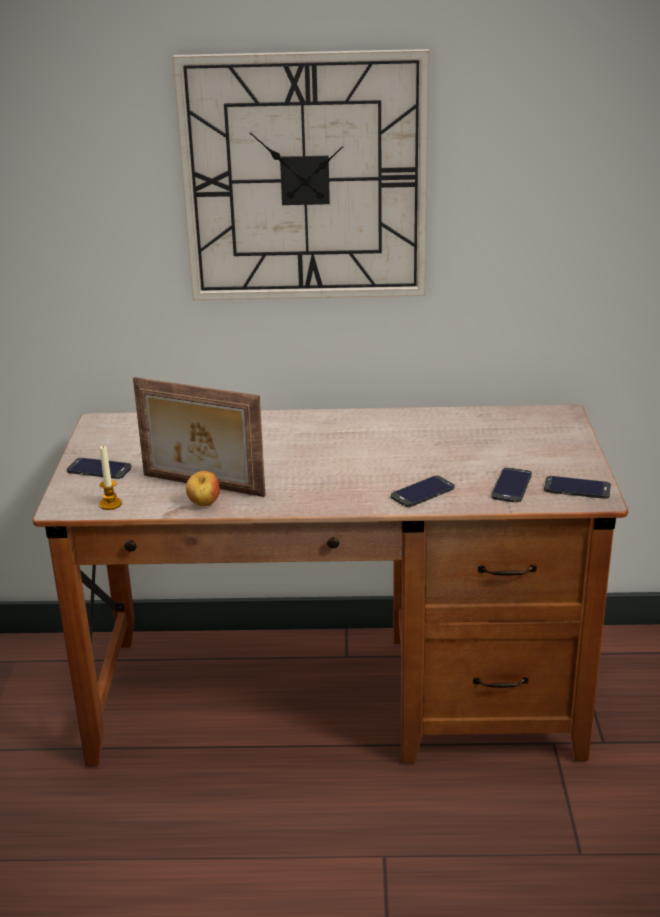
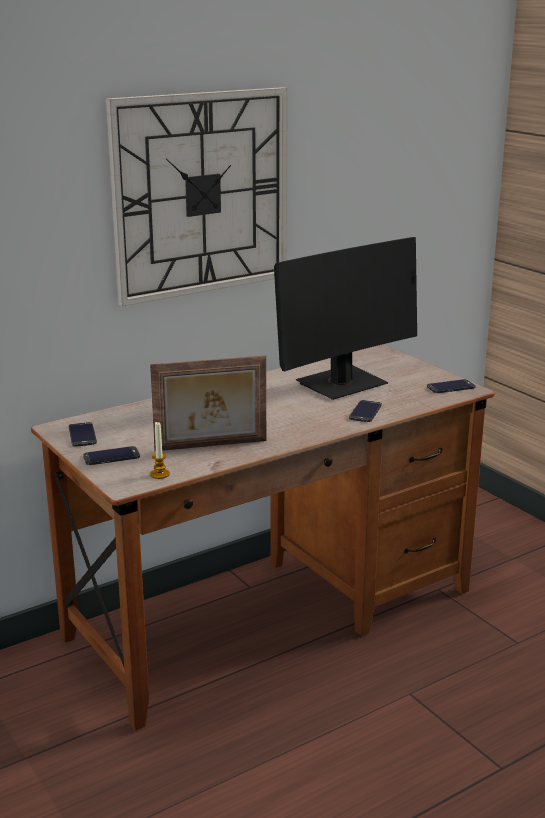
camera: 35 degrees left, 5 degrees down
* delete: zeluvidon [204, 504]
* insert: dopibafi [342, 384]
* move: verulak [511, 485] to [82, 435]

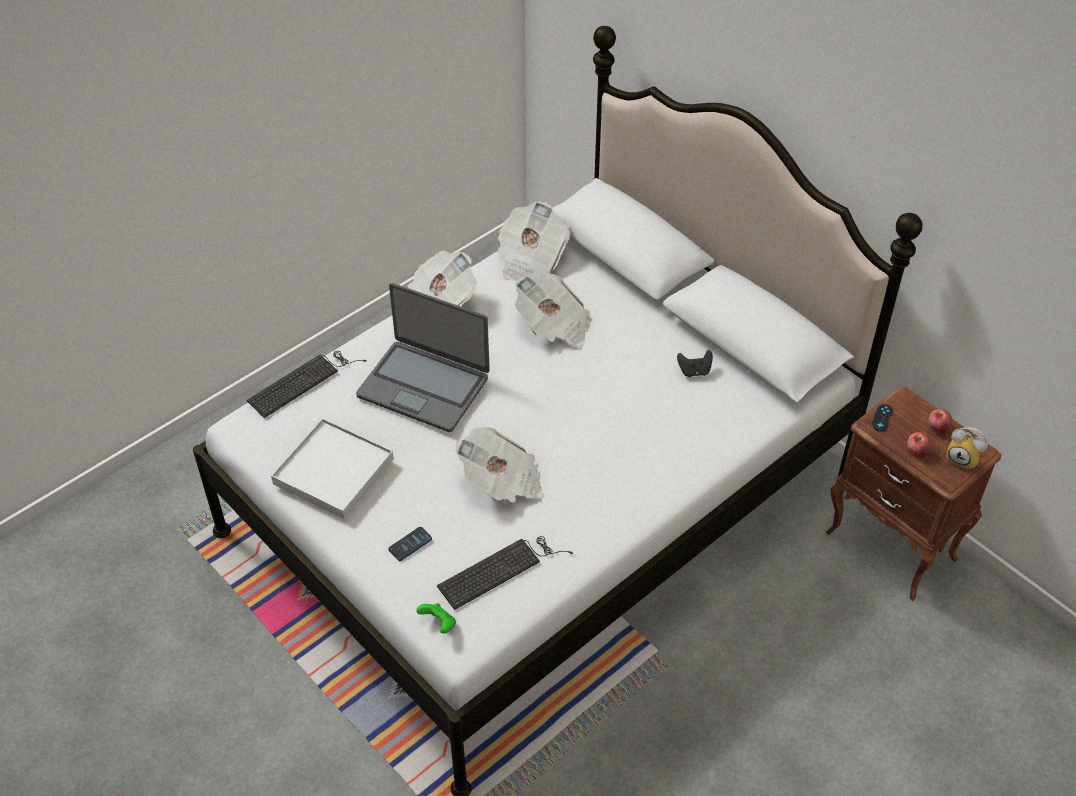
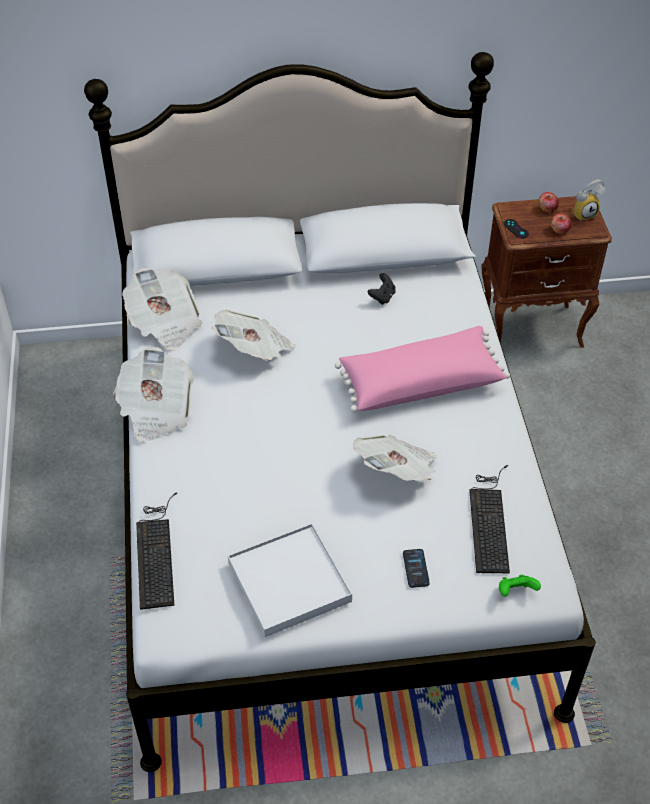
camera: 55 degrees left, 0 degrees up
* delete: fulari [424, 386]
* insert: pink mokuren [420, 382]

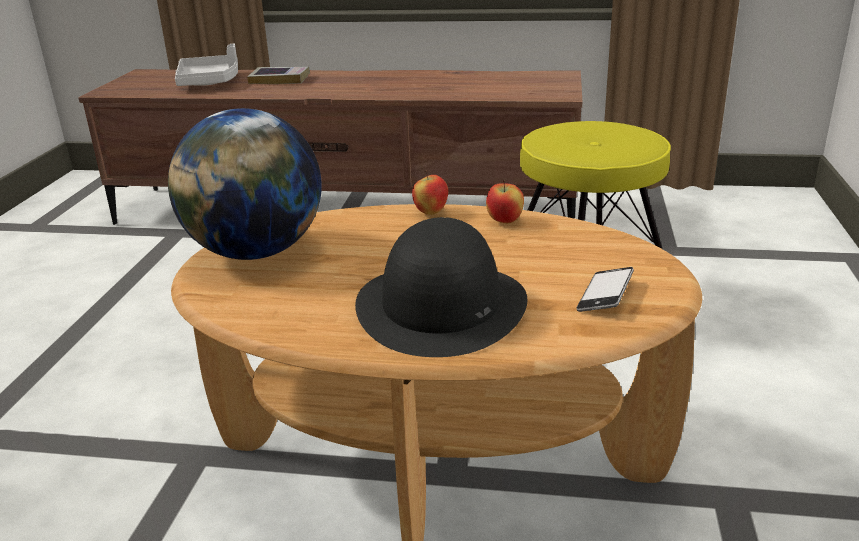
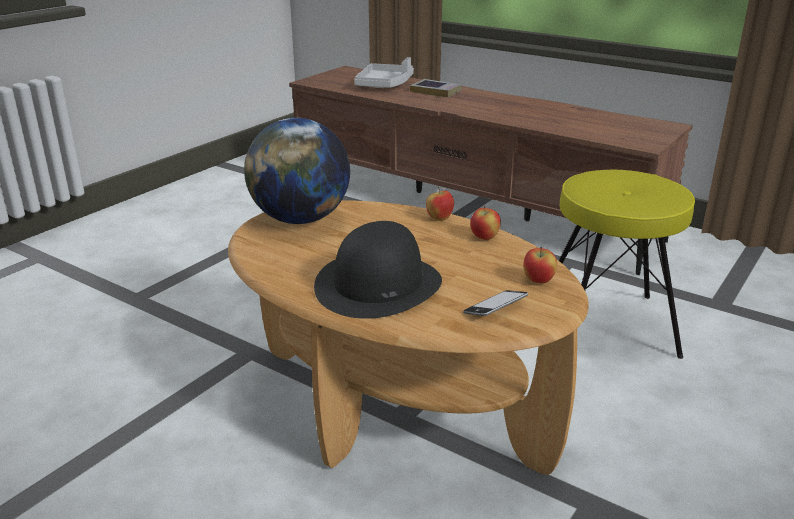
camera: 25 degrees right, 0 degrees up
* insert: zeluvidon [538, 281]

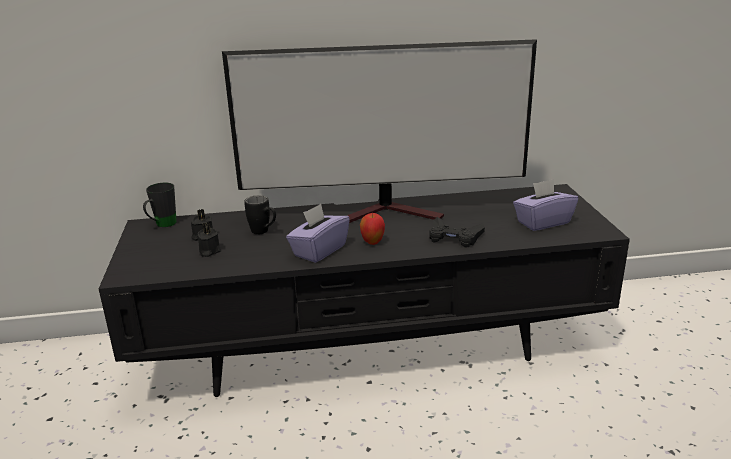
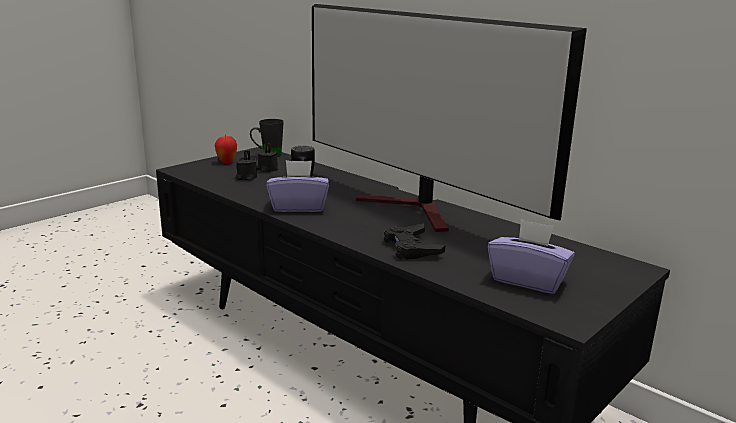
camera: 50 degrees right, 5 degrees down
* move: zeluvidon [372, 242] to [226, 162]

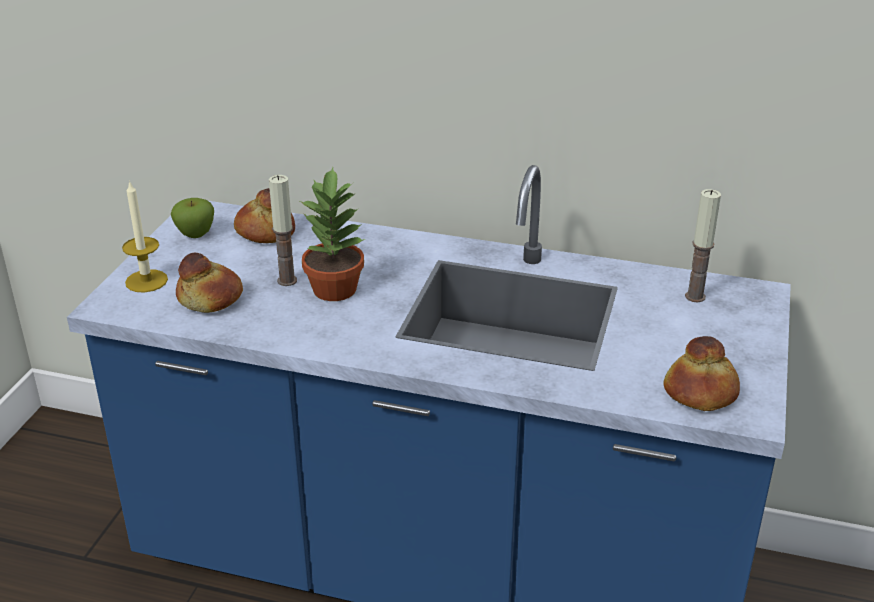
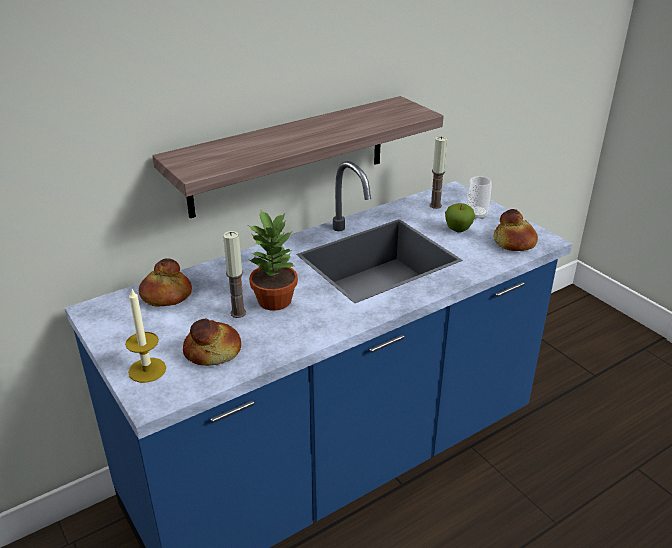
camera: 50 degrees left, 0 degrees up
* insert: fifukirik [289, 156]
* insert: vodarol [476, 215]
* move: zeluvidon [195, 234] to [458, 230]

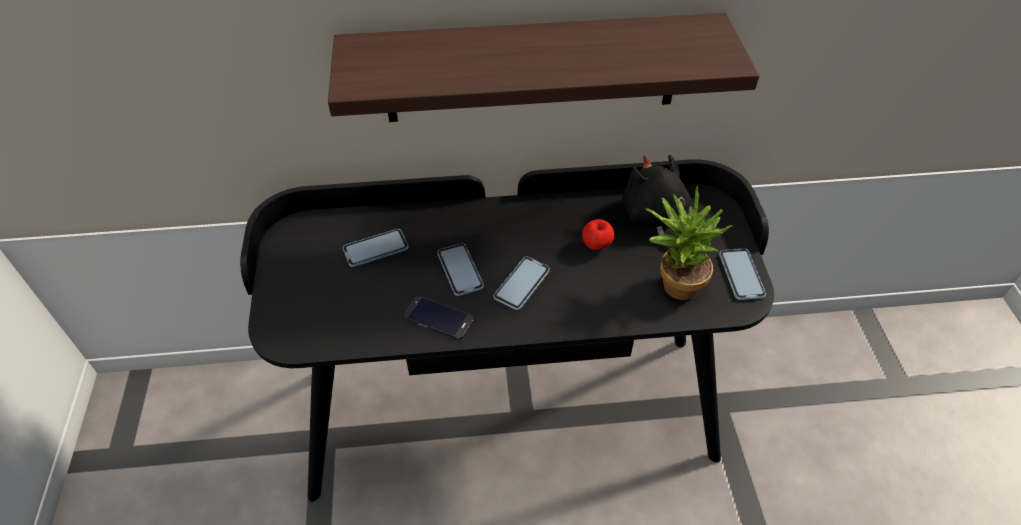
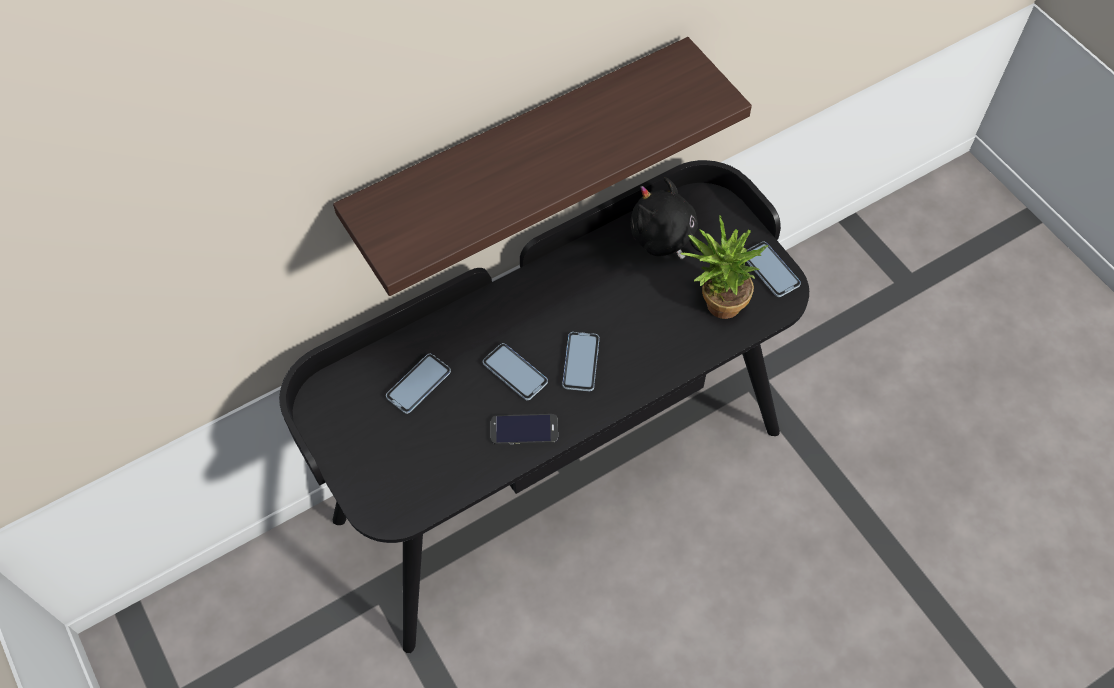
camera: 25 degrees left, 10 degrees up
* delete: zeluvidon [596, 245]

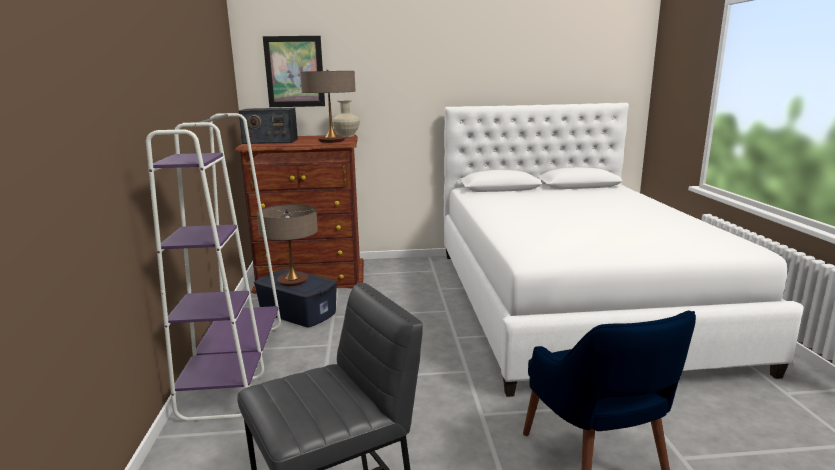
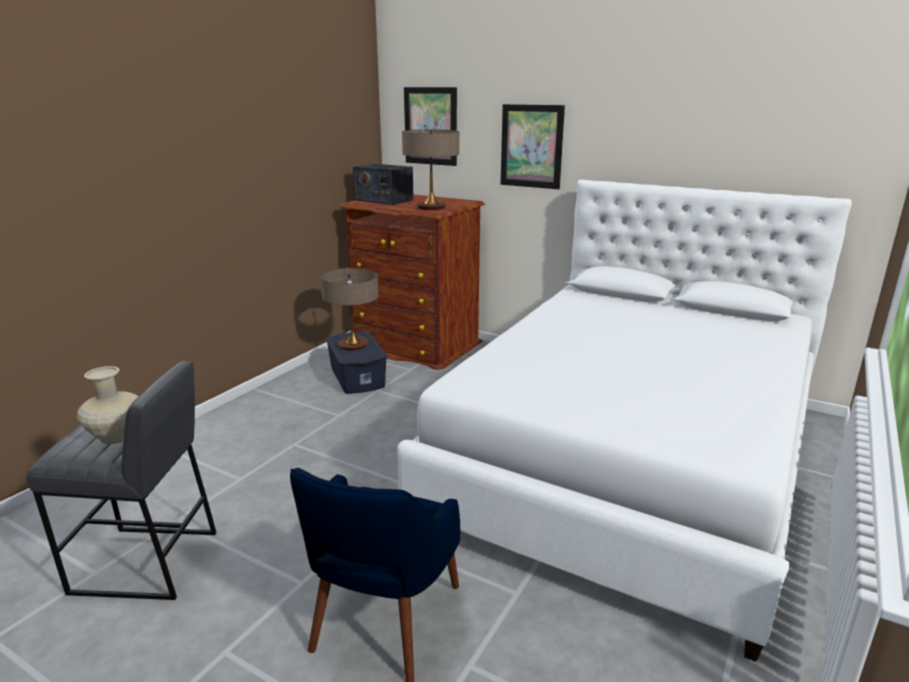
camera: 35 degrees right, 5 degrees up
* delete: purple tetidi [236, 368]
* insert: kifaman [531, 146]
* move: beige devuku [346, 136] to [116, 436]

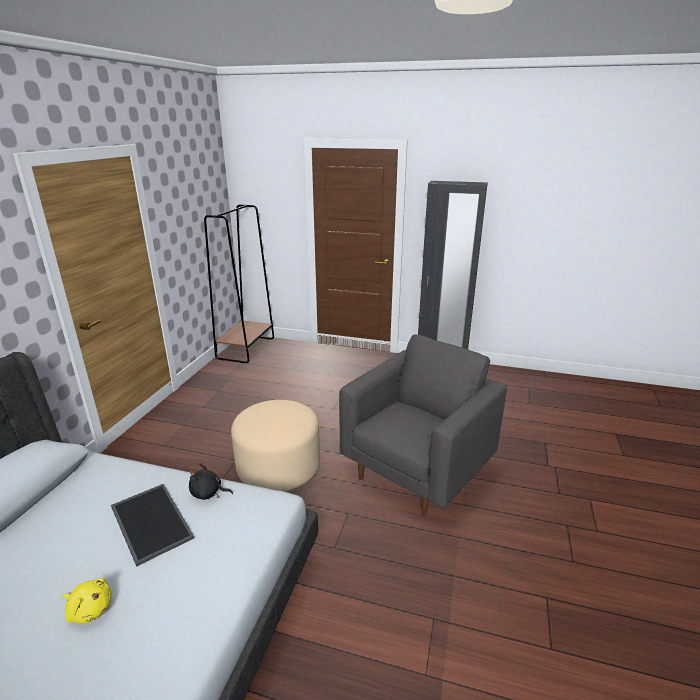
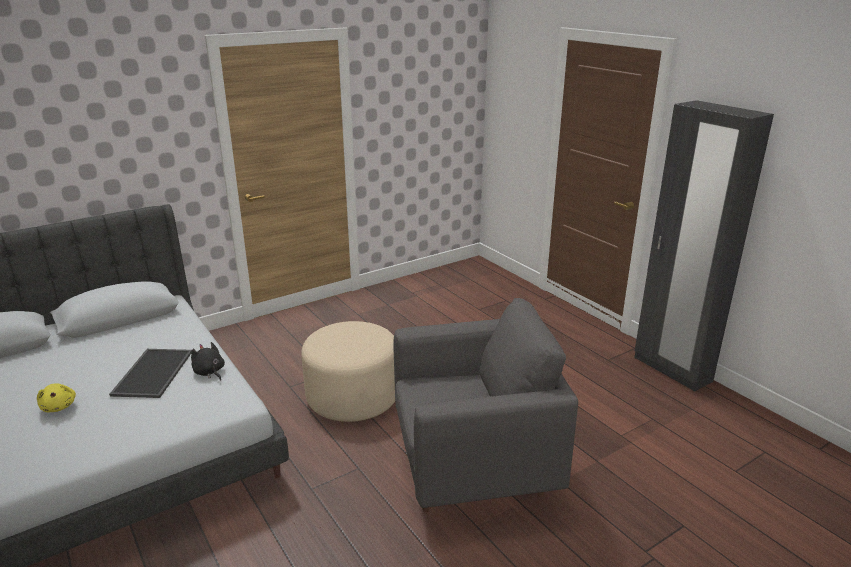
camera: 40 degrees right, 0 degrees up
* delete: tetidi [246, 349]

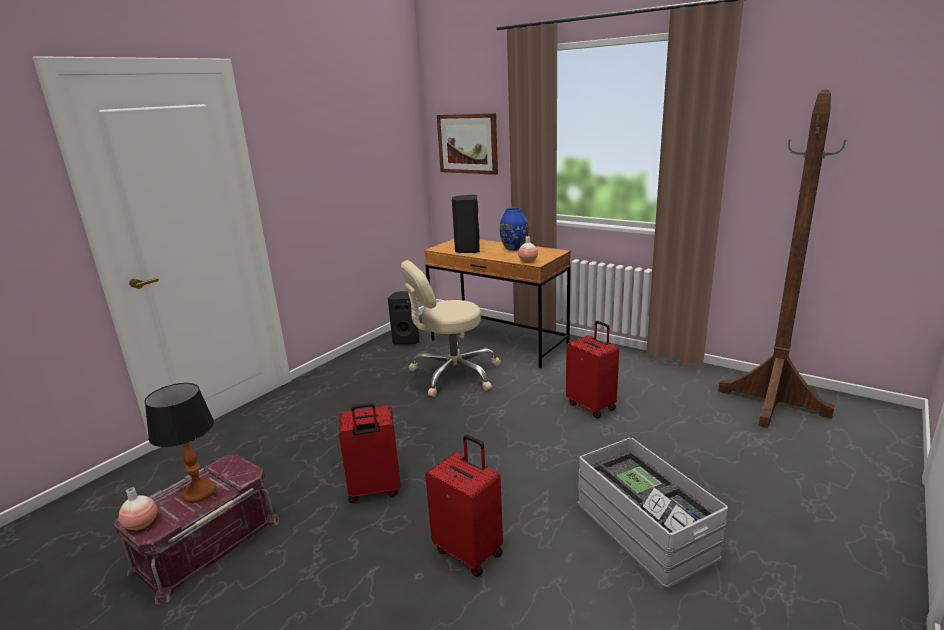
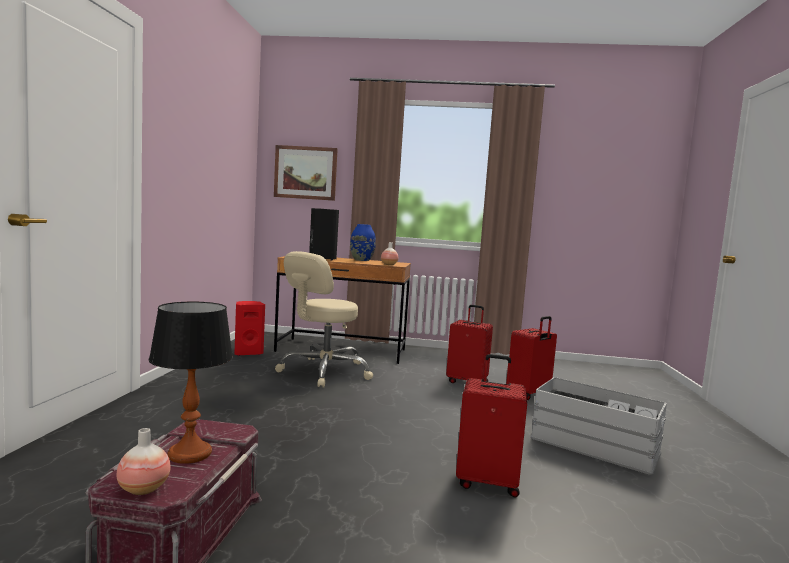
camera: 30 degrees left, 15 degrees down
* delete: brown tetidi [773, 402]
* move: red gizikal [374, 490] to [529, 394]
* recolor: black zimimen [407, 340] to red zimimen [248, 353]

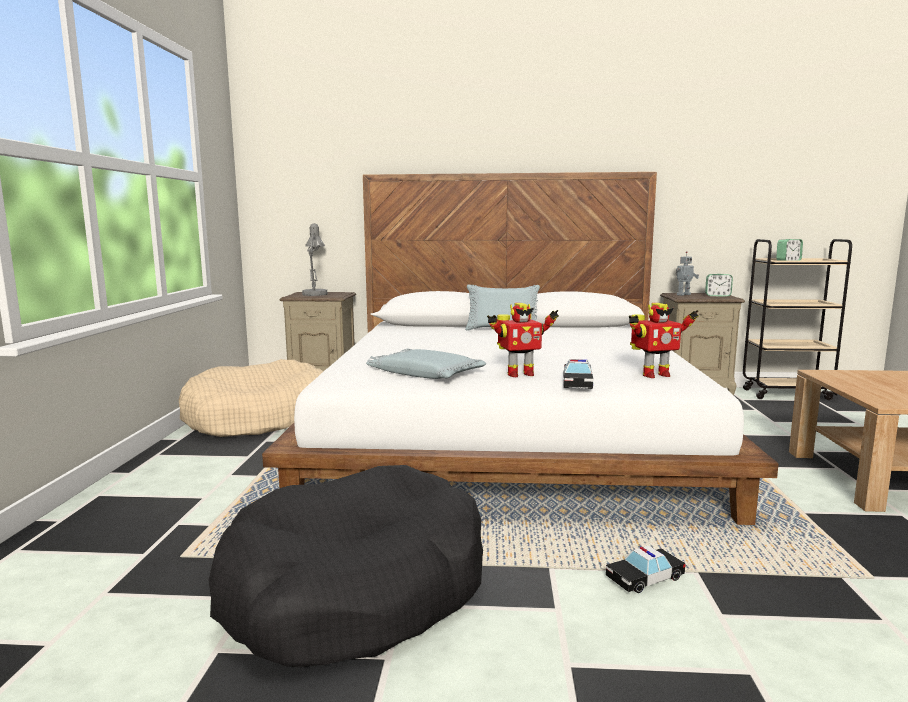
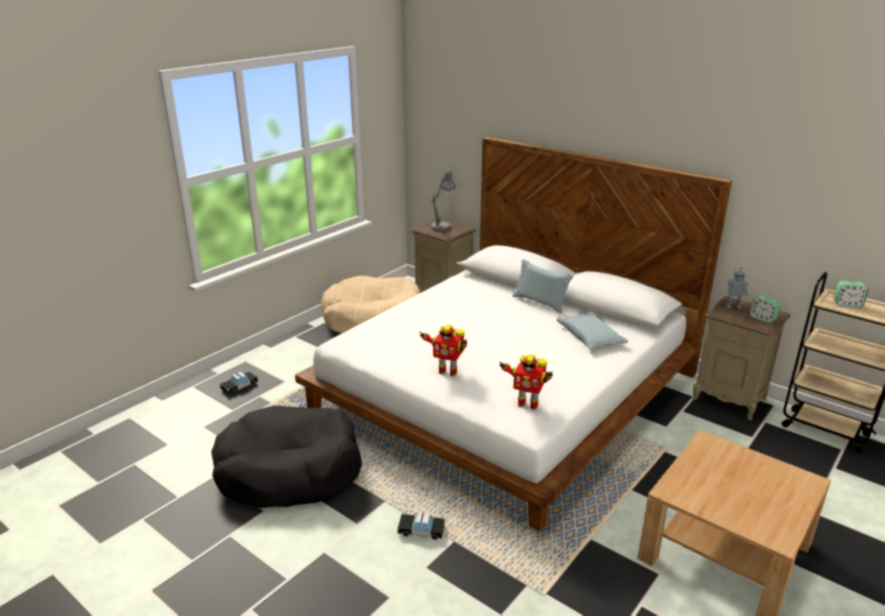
camera: 35 degrees right, 15 degrees up
* move: blue mokuren [426, 372] to [590, 335]
* move: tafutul [577, 383] to [239, 386]

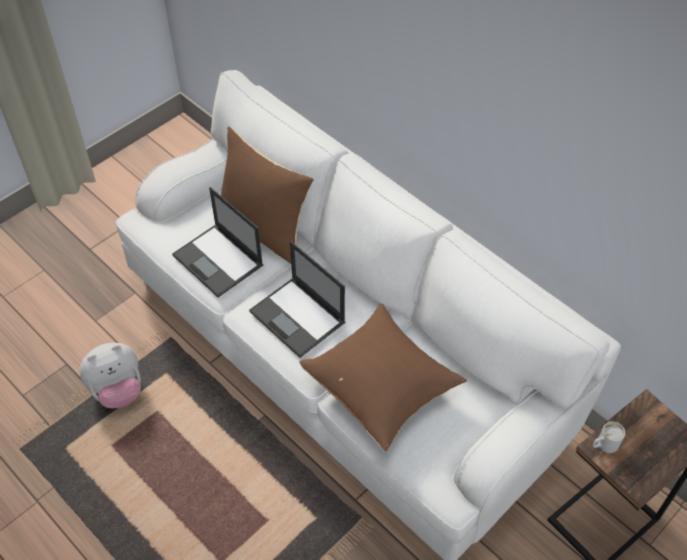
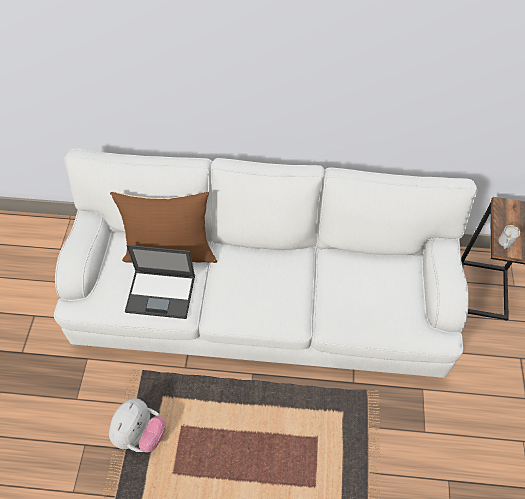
camera: 40 degrees left, 5 degrees up
* delete: fulari [298, 317]
* delete: brown mokuren [382, 387]

